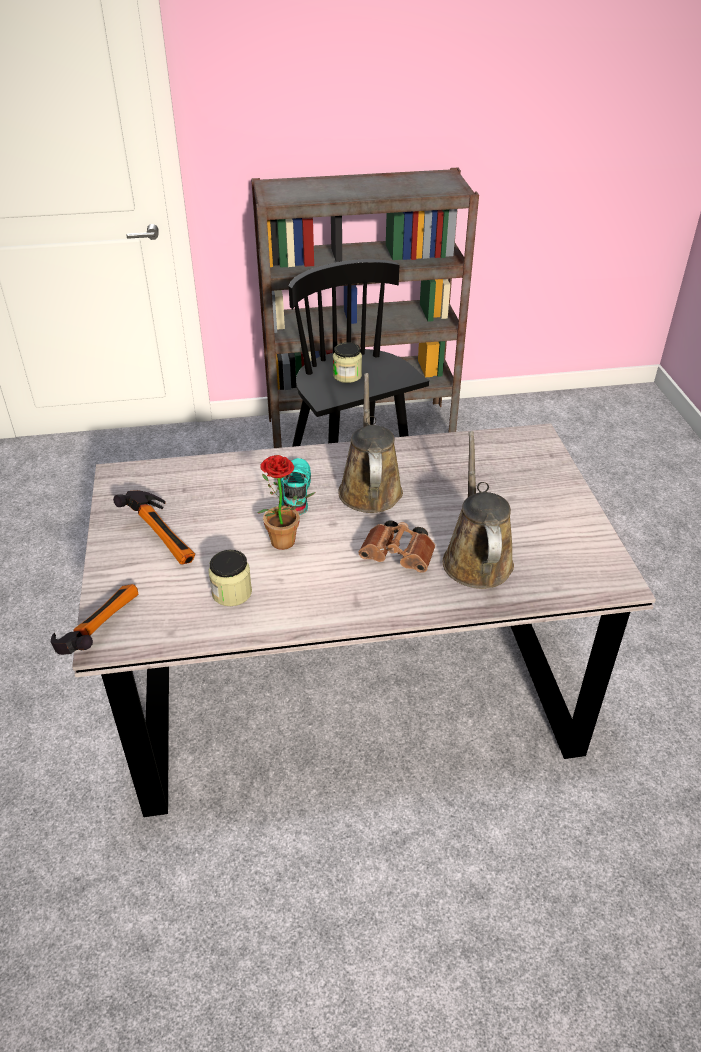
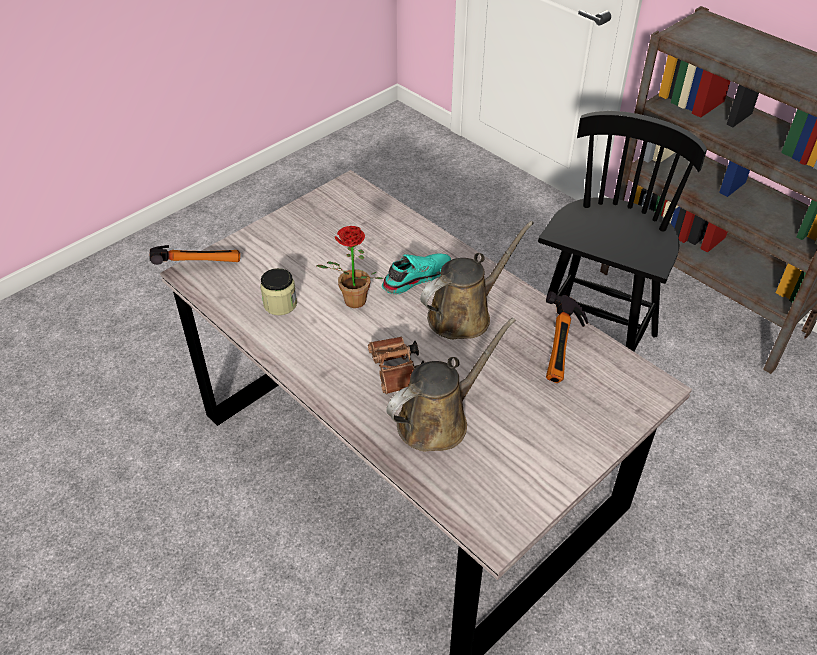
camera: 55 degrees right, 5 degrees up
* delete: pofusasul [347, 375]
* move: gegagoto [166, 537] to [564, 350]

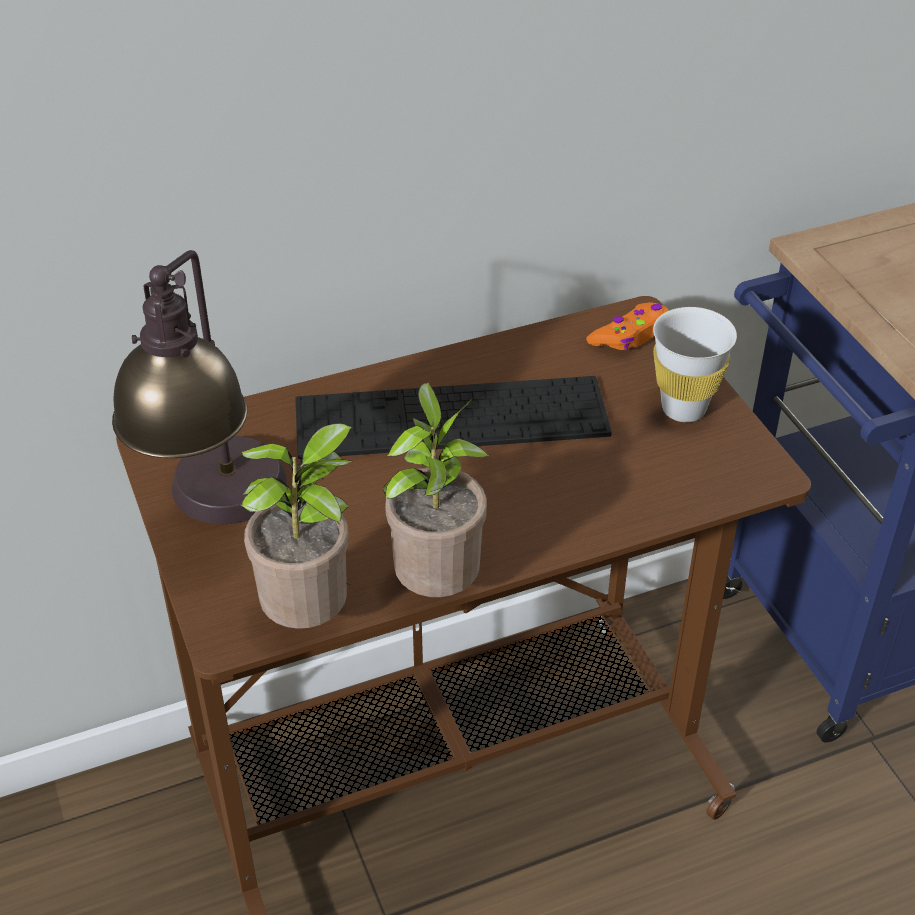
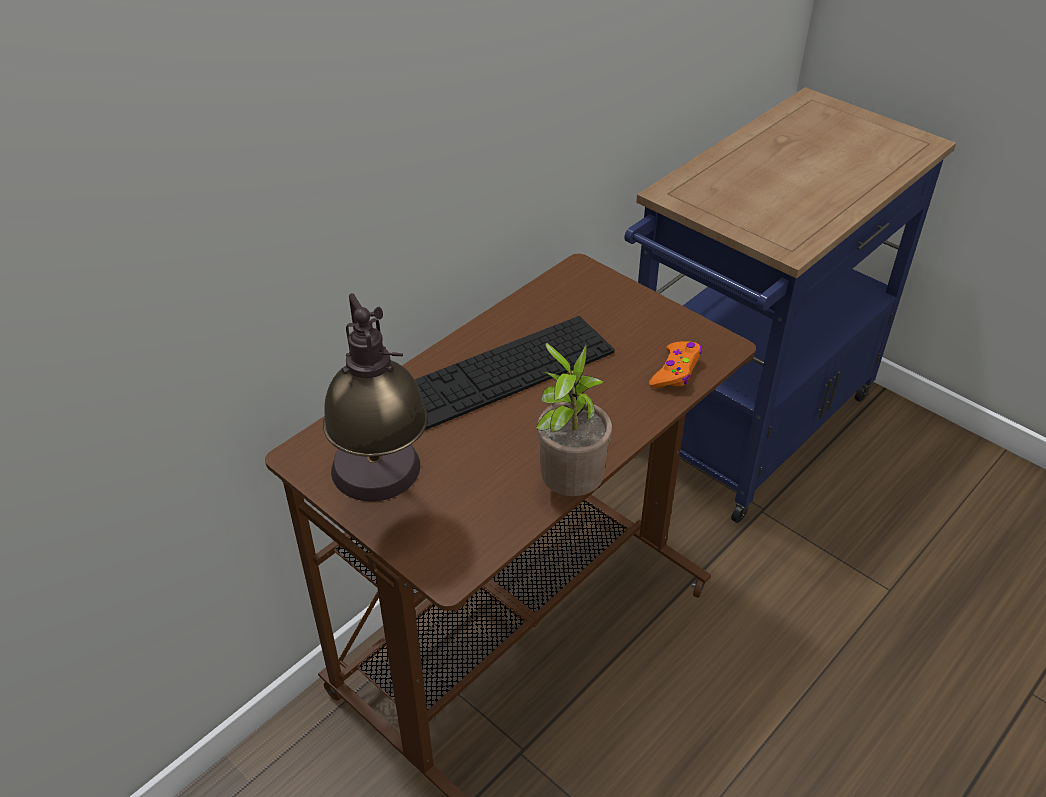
camera: 25 degrees left, 0 degrees up
* delete: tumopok [312, 617]
* delete: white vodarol [683, 409]
* move: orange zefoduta [630, 335] to [675, 371]

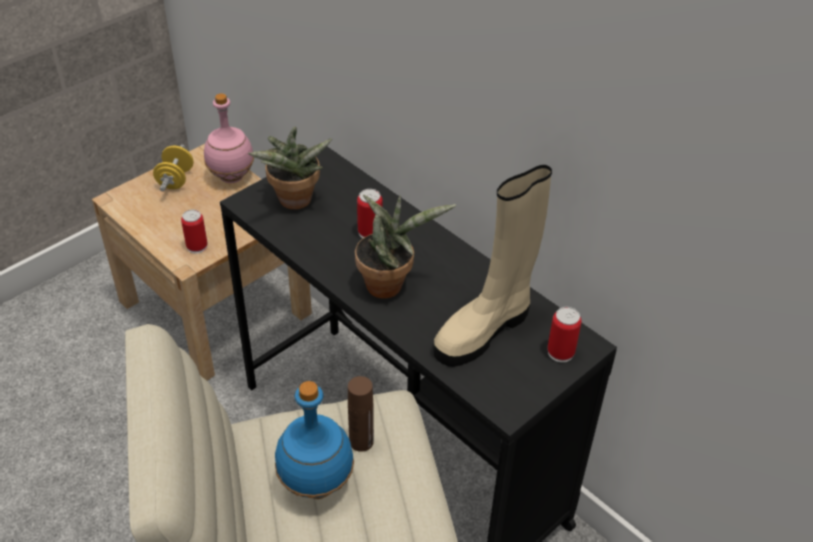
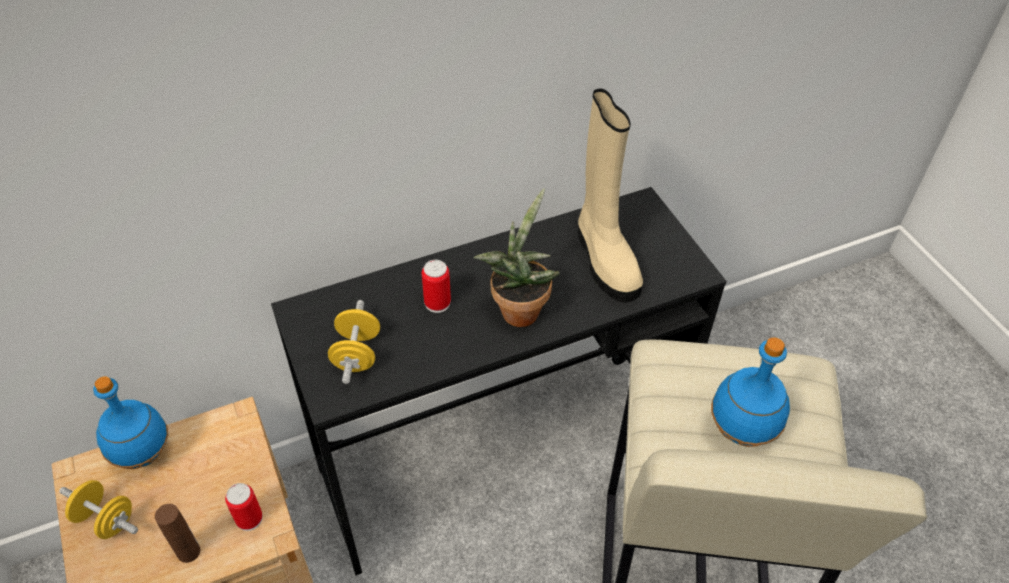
camera: 70 degrees left, 5 degrees up
* delete: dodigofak [560, 352]
* move: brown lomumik [361, 441] to [188, 552]
* replace: tumopok [294, 203] to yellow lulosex [357, 354]
* recolor: pink lomumik [232, 177] to blue lomumik [144, 454]

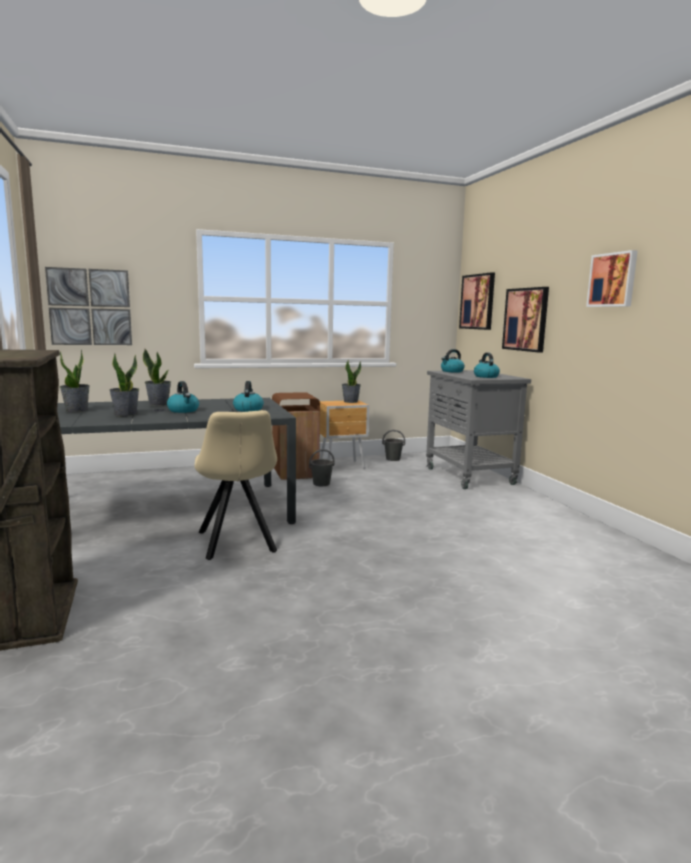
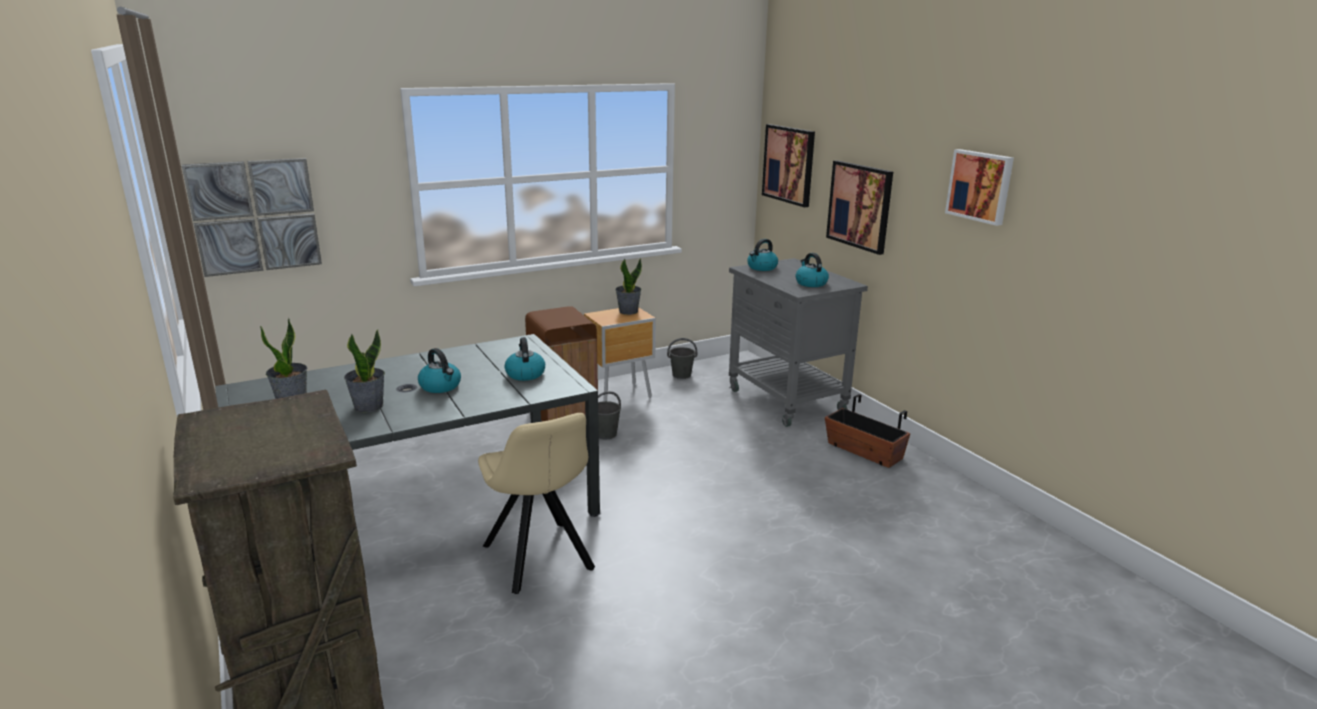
camera: 10 degrees left, 10 degrees up
* delete: tumopok [159, 404]
* insert: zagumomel [864, 451]

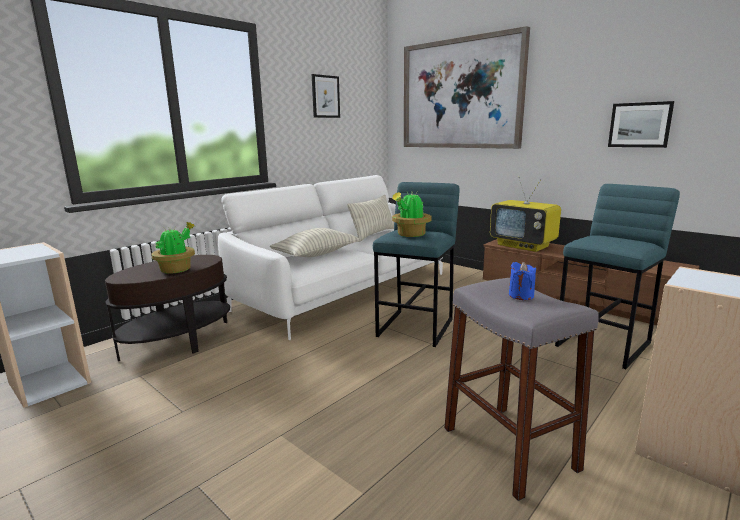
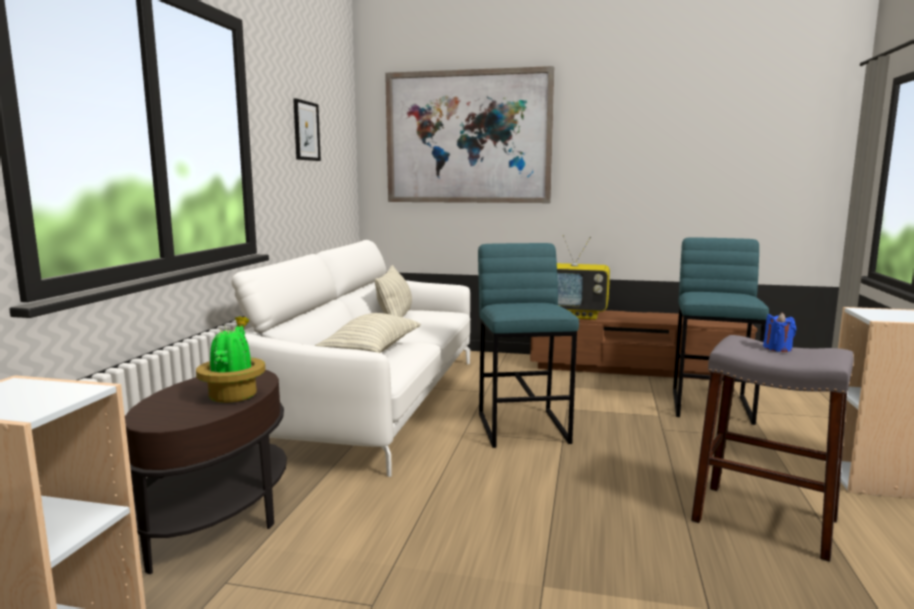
camera: 30 degrees left, 5 degrees down
* delete: tumopok [410, 235]
* delete: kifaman [639, 125]

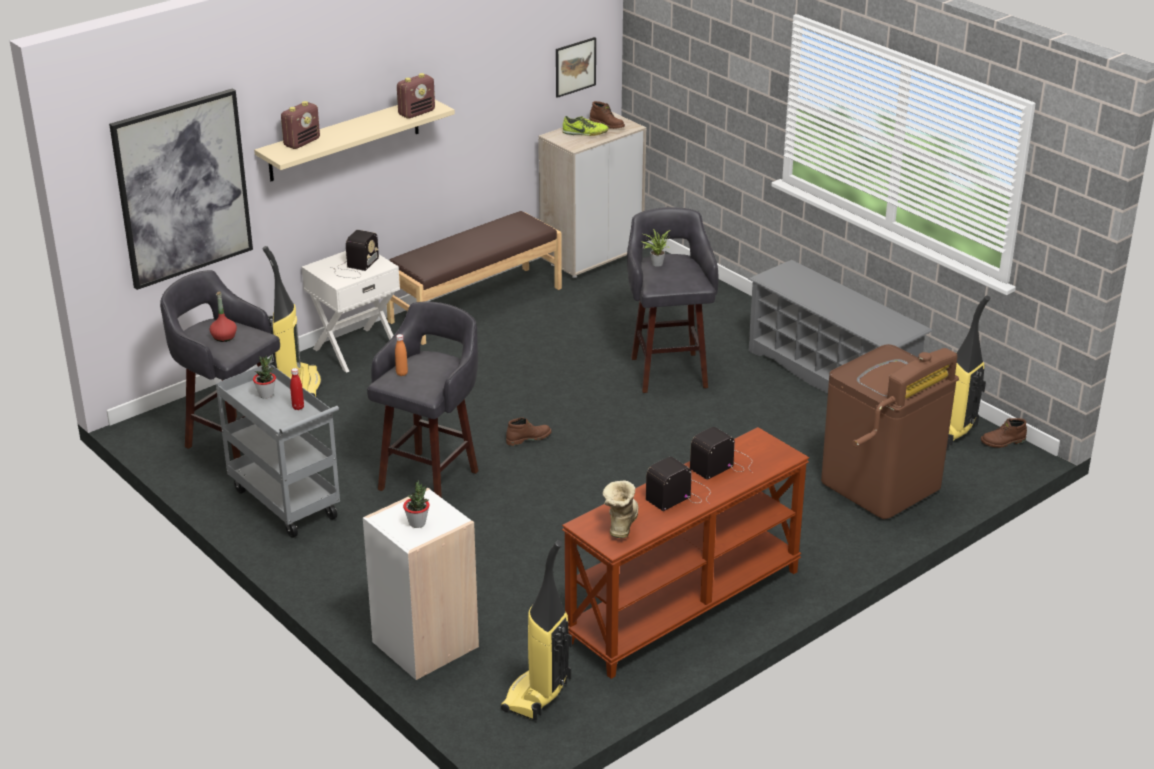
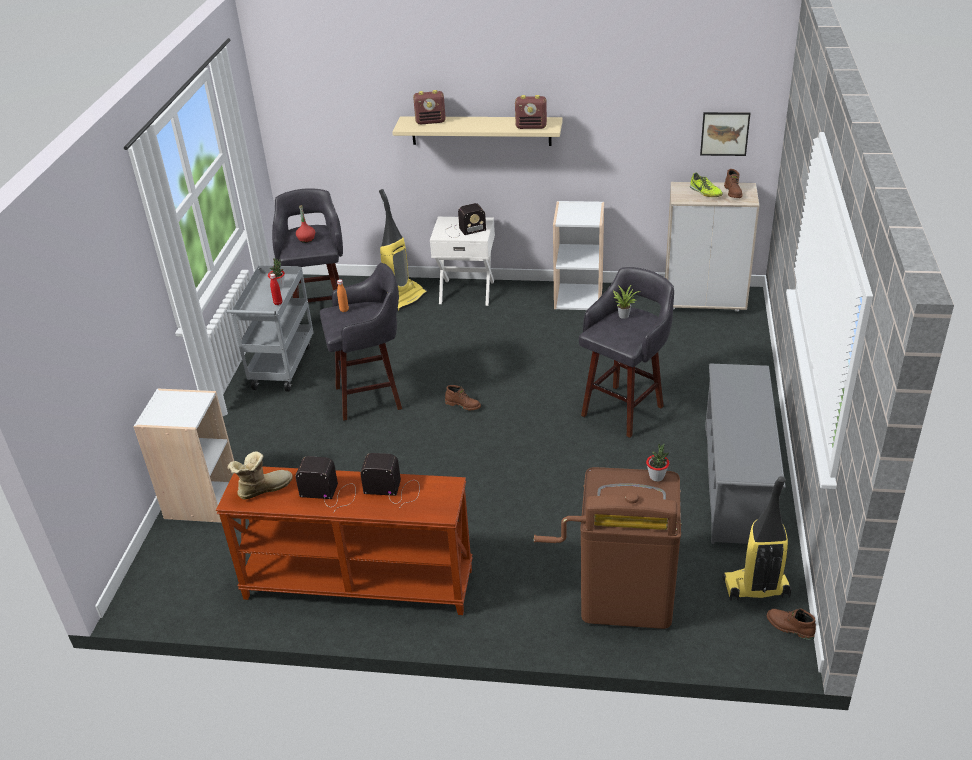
camera: 50 degrees right, 5 degrees up
* delete: kifaman [182, 188]
* delete: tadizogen [537, 696]
* move: tumopok [417, 523] to [656, 477]
* replace: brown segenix [475, 304] to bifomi [579, 297]

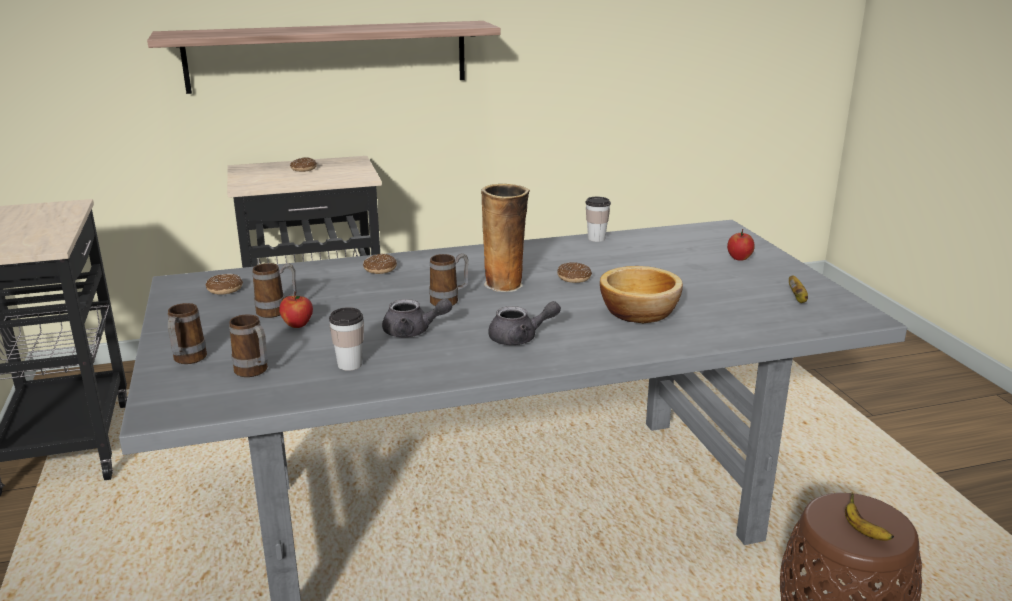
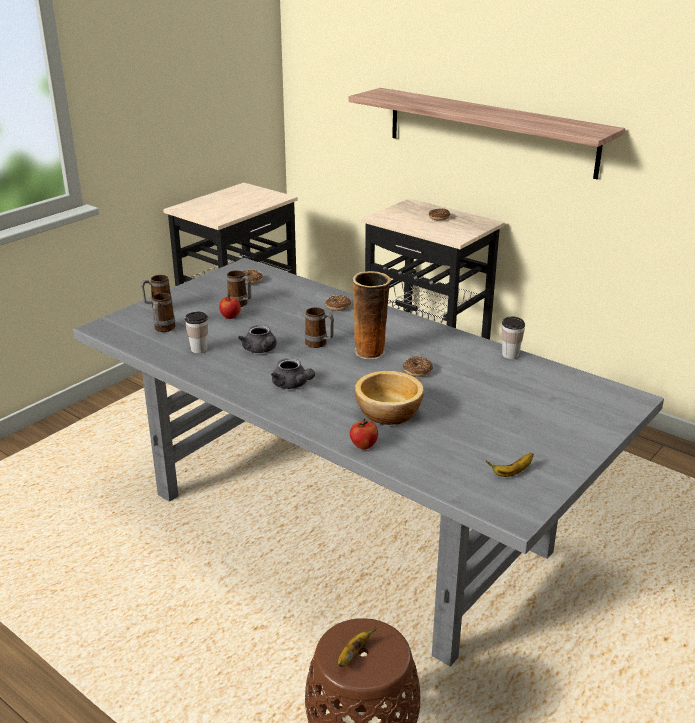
camera: 55 degrees right, 5 degrees up
* move: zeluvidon [739, 258] to [363, 446]

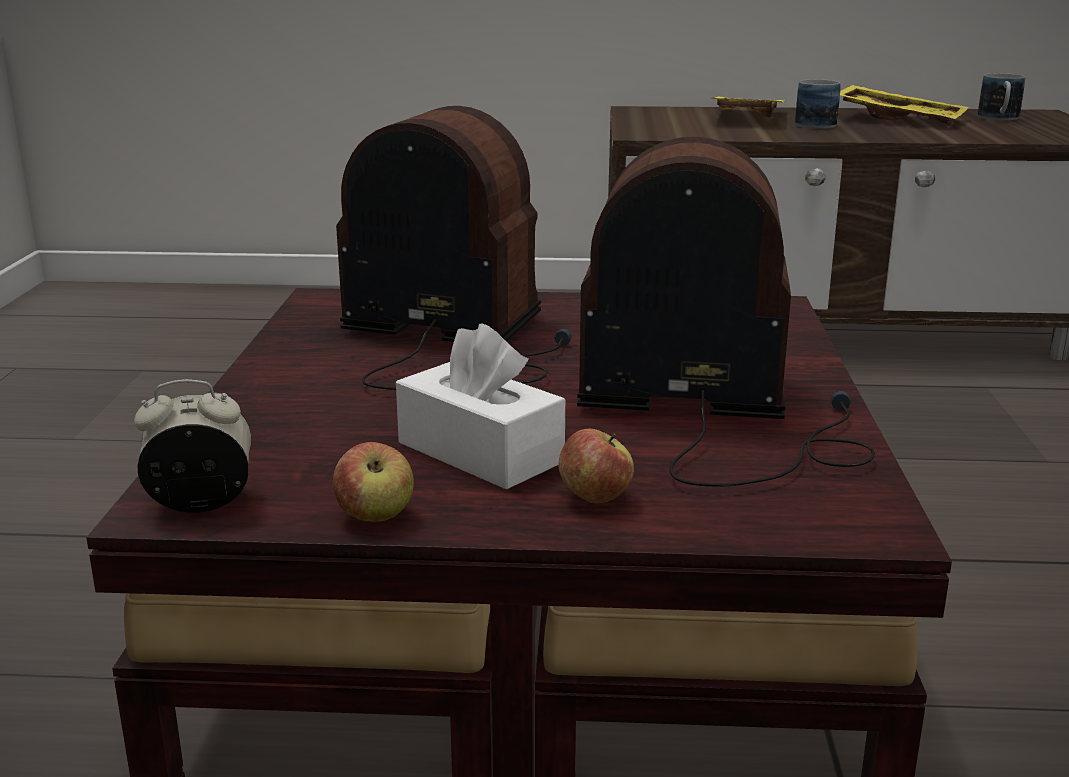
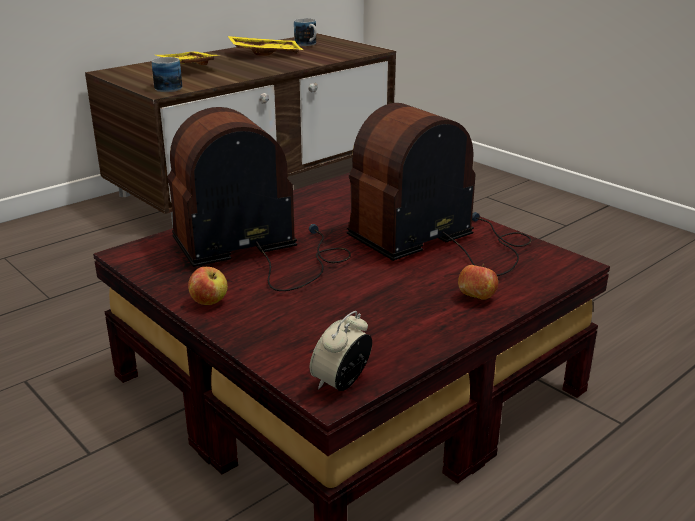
camera: 45 degrees left, 5 degrees up
* delete: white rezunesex [480, 452]
* move: zeluvidon [375, 516] to [209, 302]
* move: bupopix [815, 124] to [166, 87]

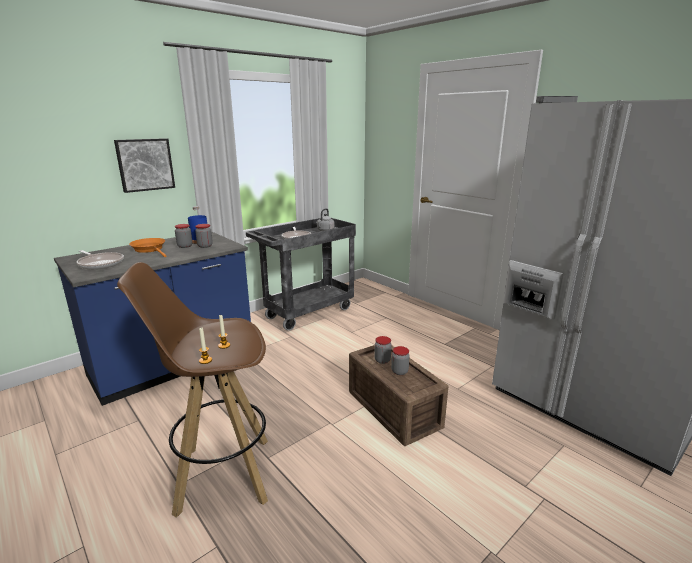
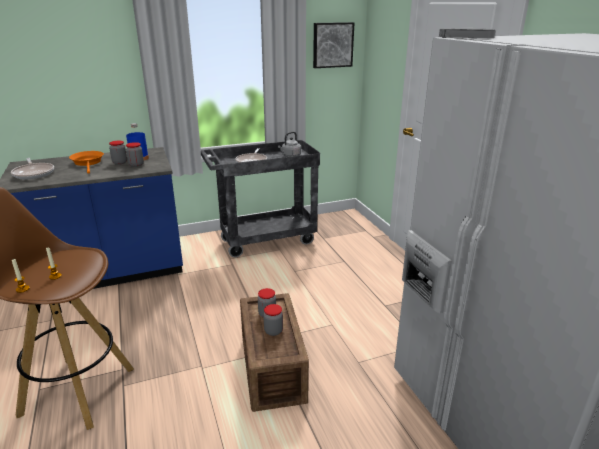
camera: 20 degrees right, 5 degrees up
* move: kifaman [145, 164] to [332, 45]

